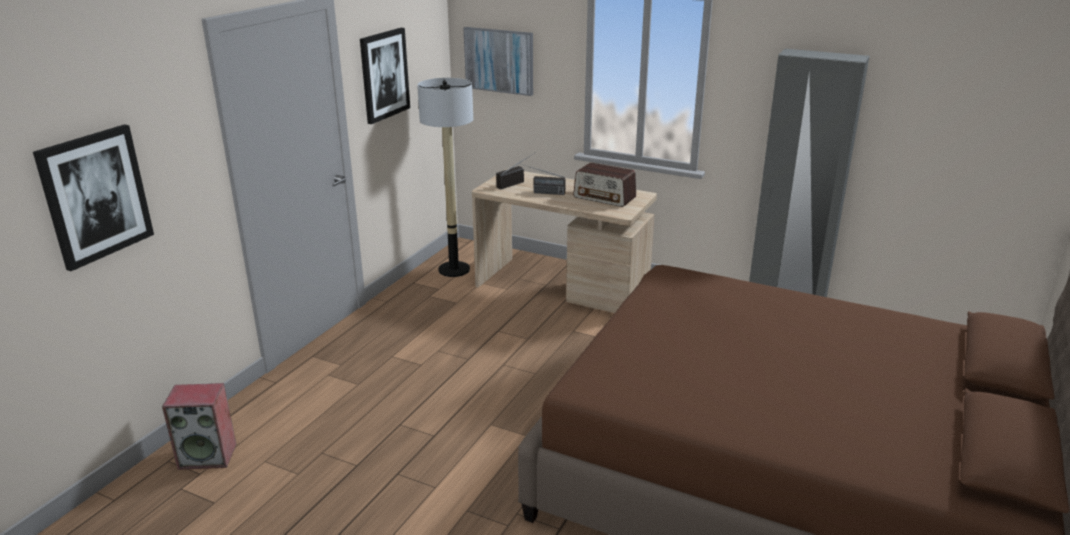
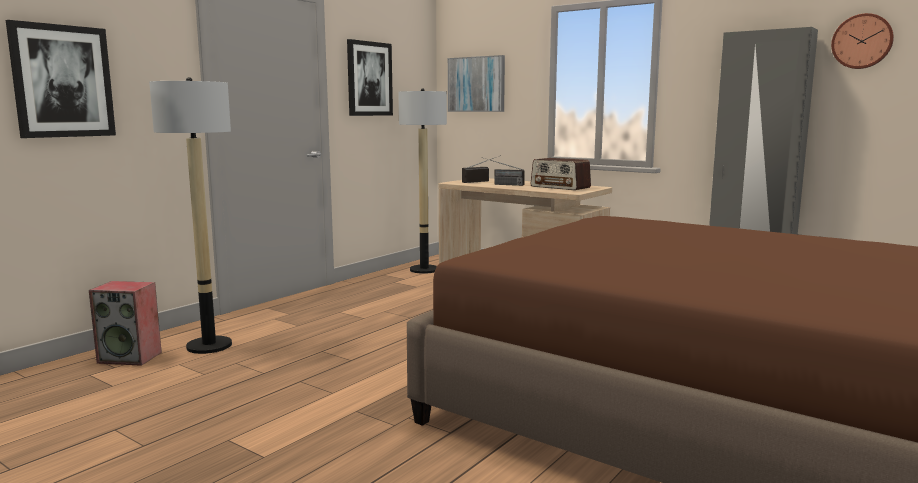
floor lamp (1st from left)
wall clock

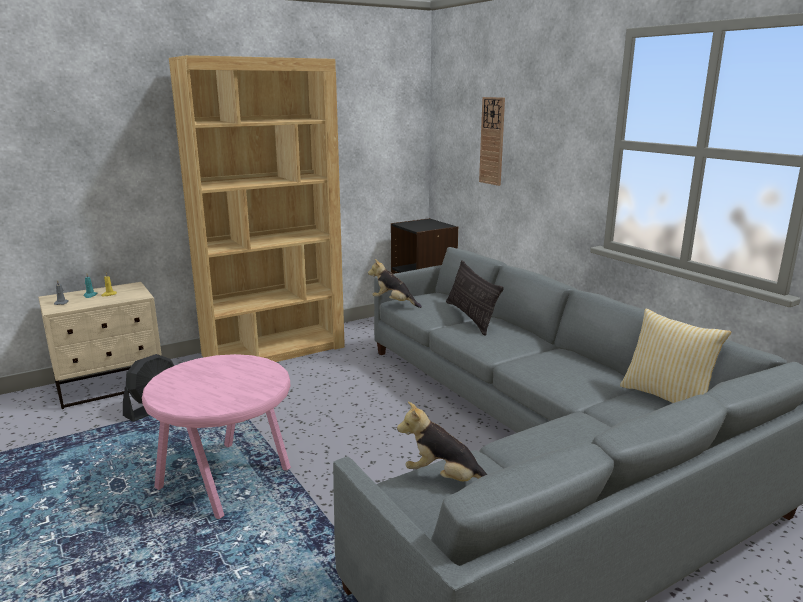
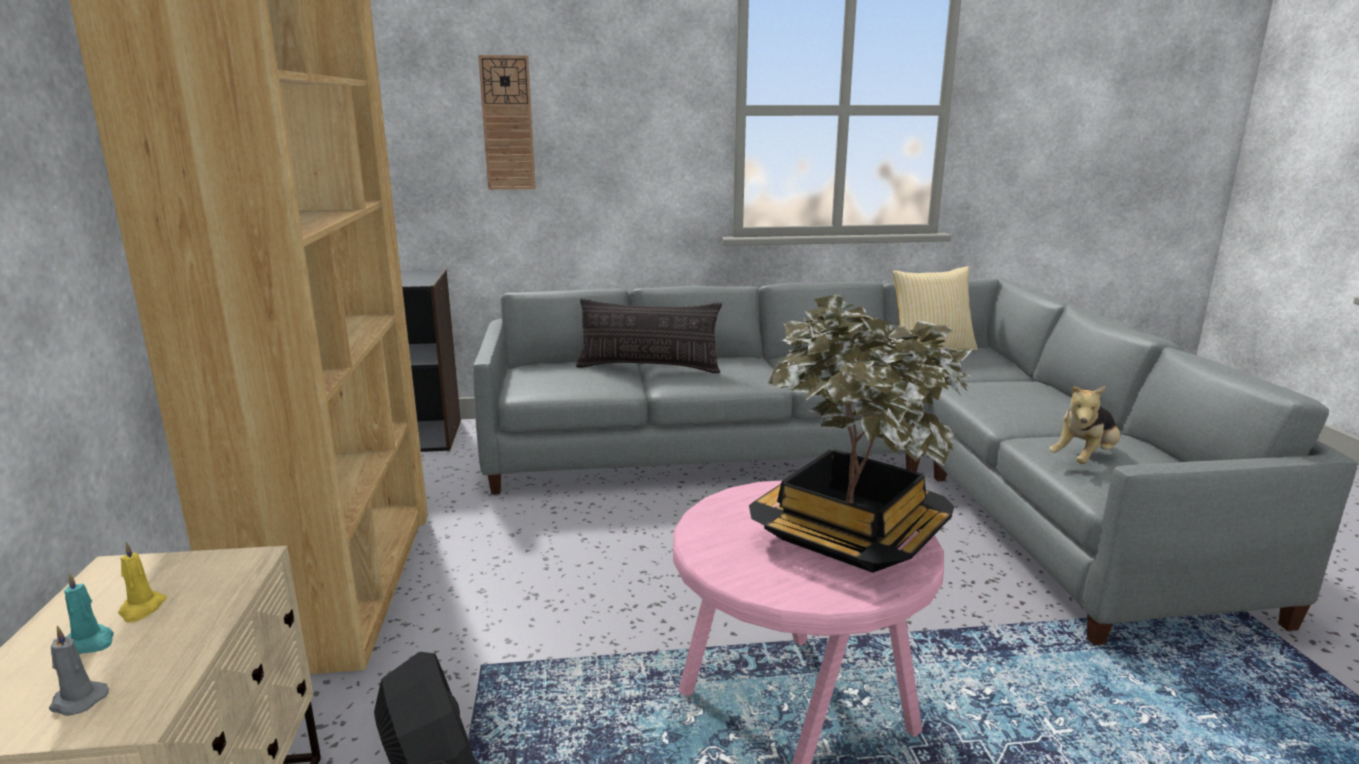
plush toy (1st from left in the first image)
potted plant

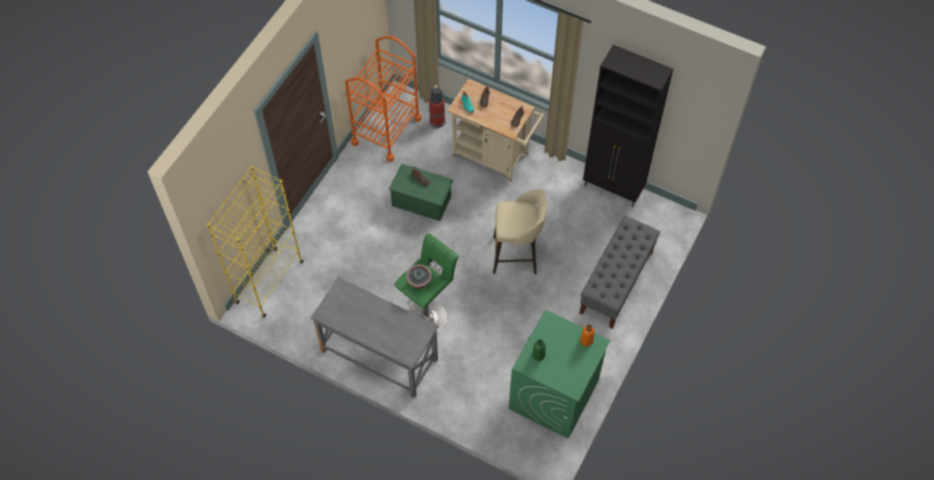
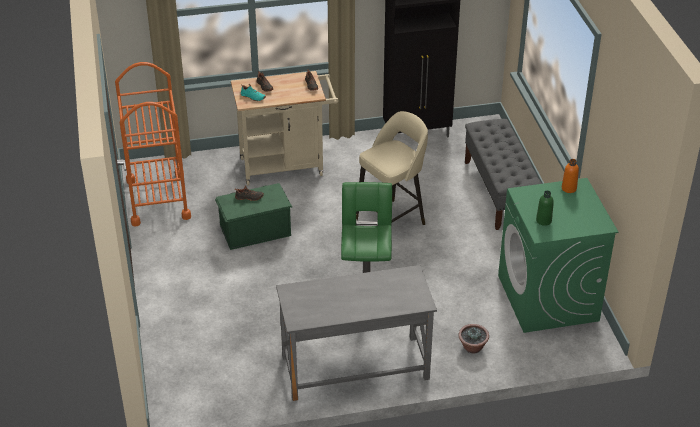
bookcase/yellow
fire extinguisher
potted plant

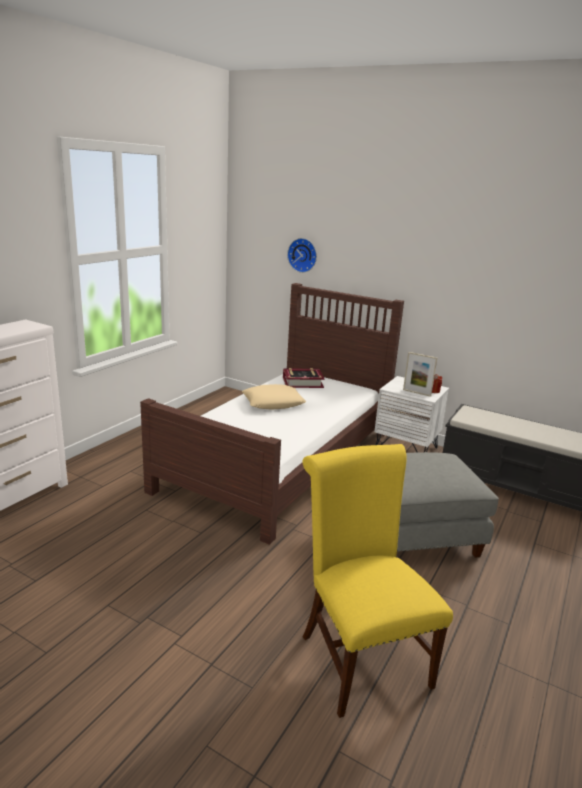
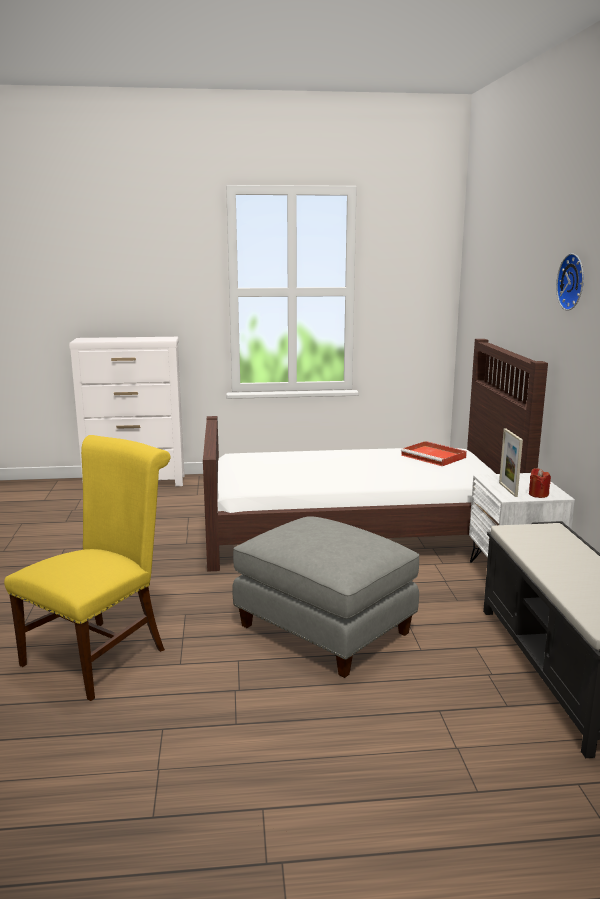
pillow/beige
wall clock
tray/red

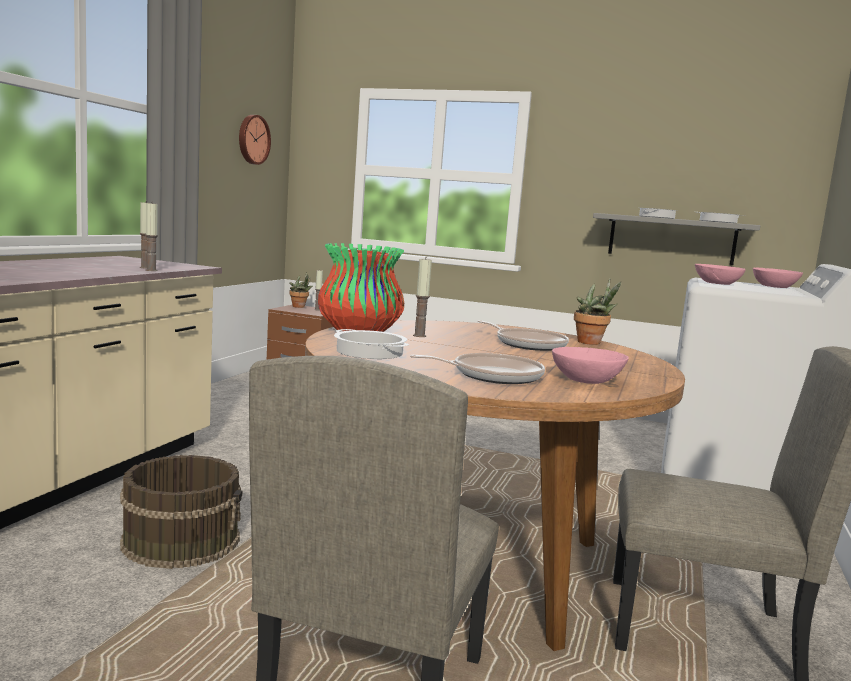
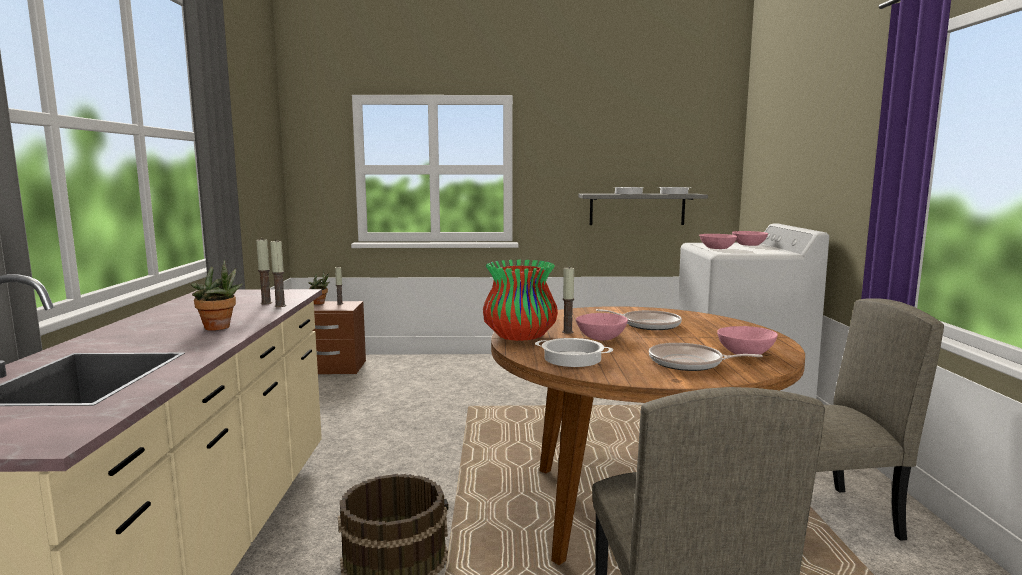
wall clock
bowl/pink (1st from left)
potted plant (1st from left)
frying pan (2nd from left)

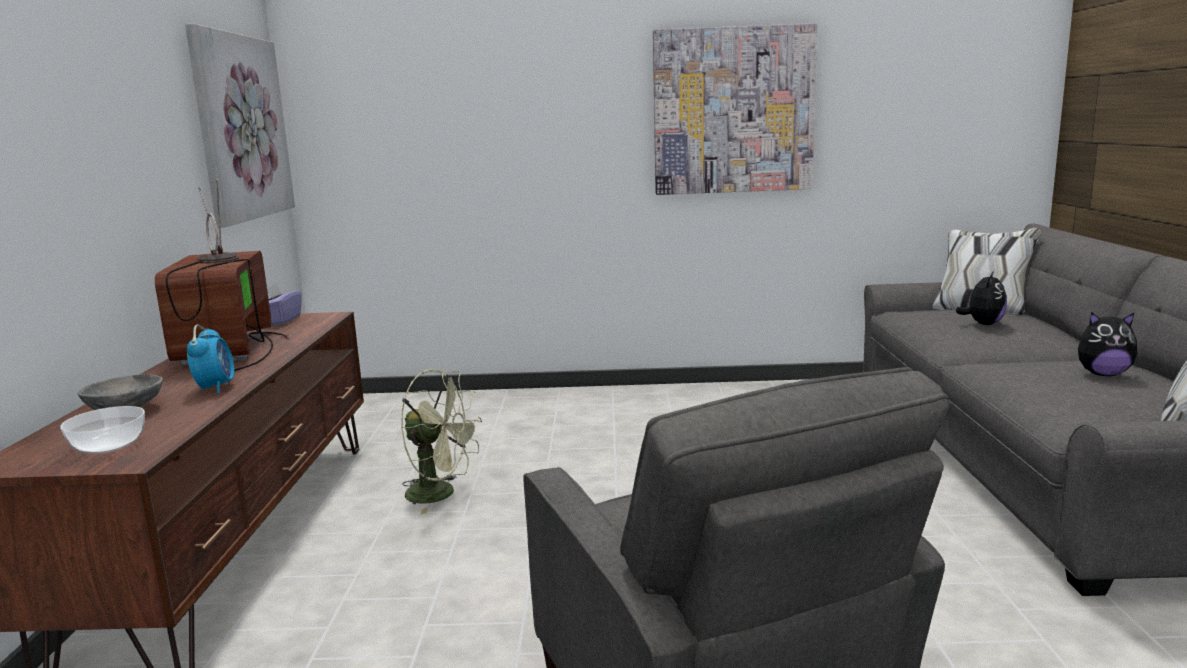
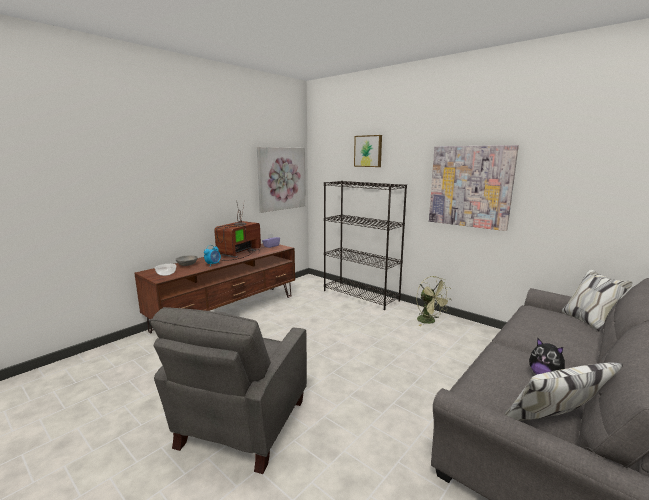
plush toy (1st from left in the first image)
bookcase/black
picture (2nd from left)
fan/green

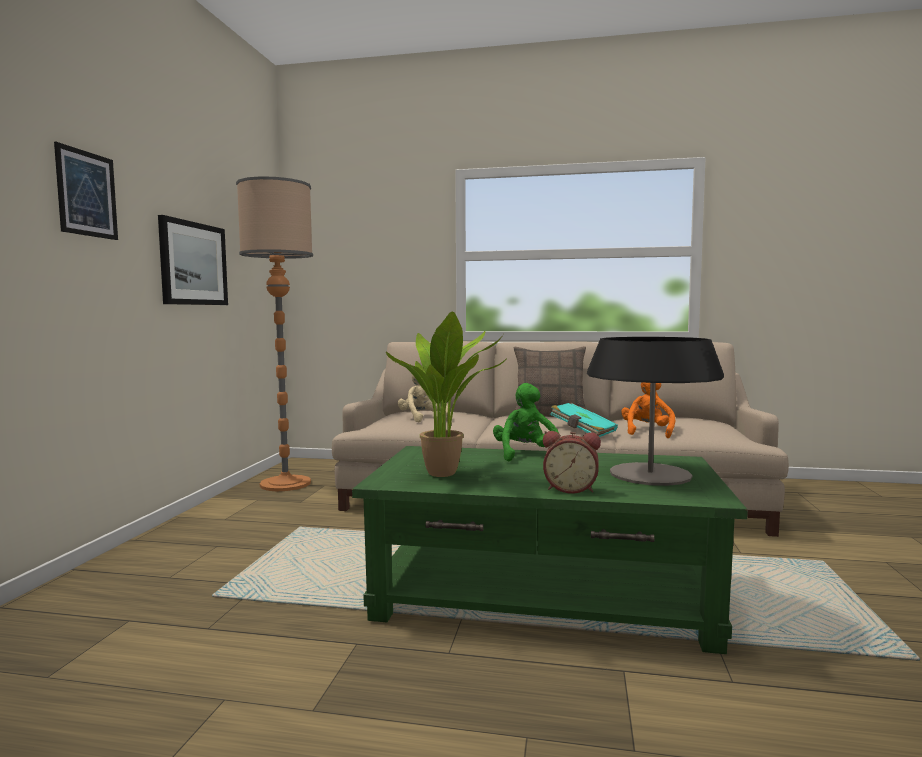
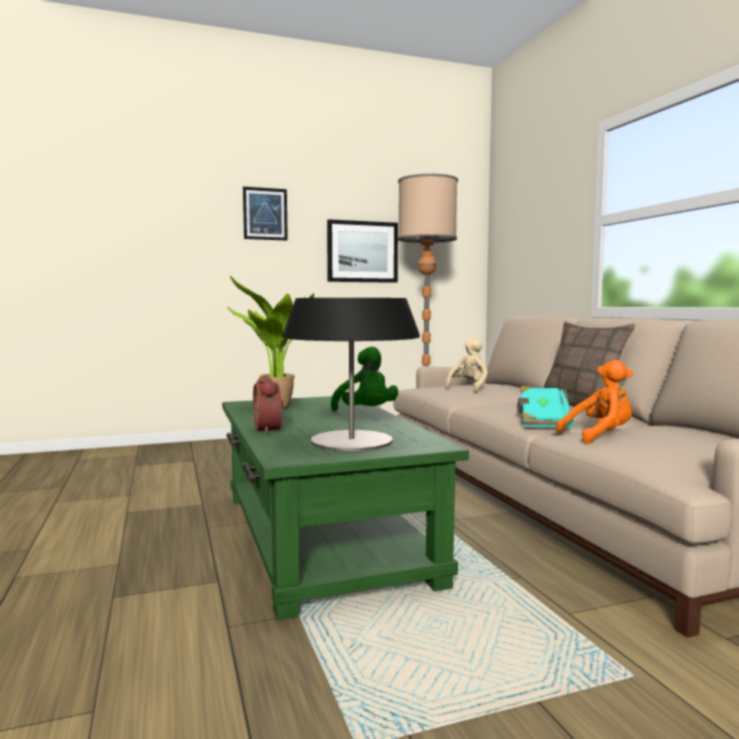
plush toy/green

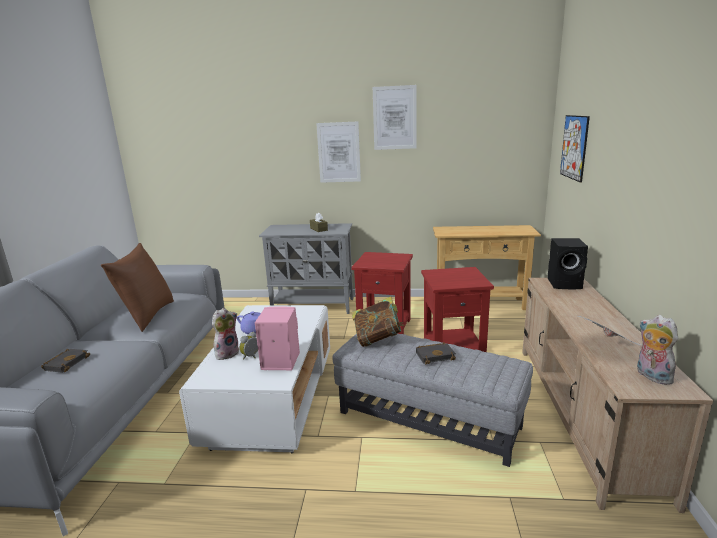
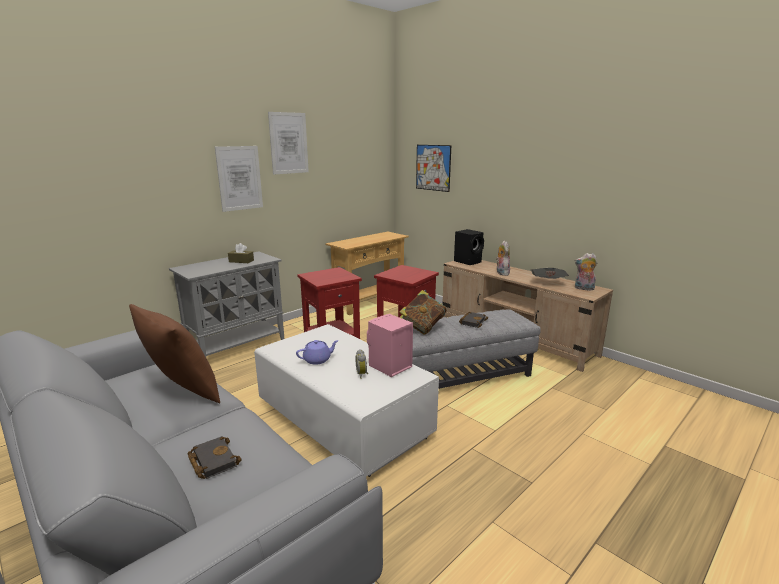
plush toy (1st from left)

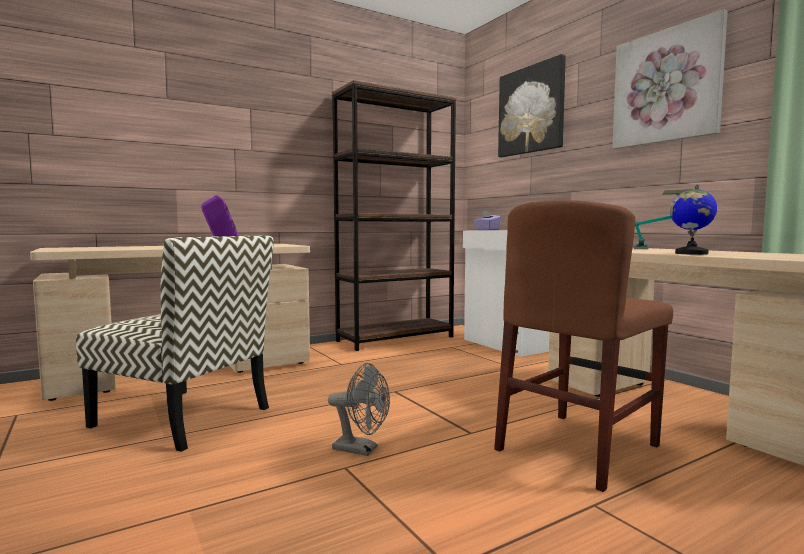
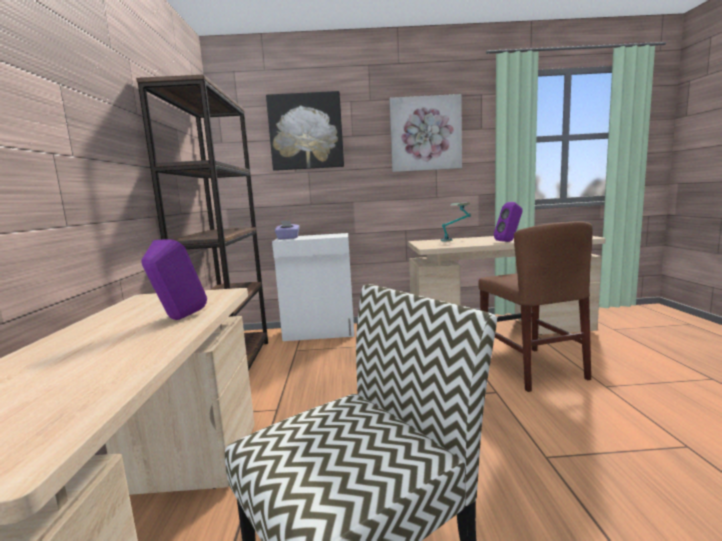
fan/grey
speaker/purple (2nd from left)

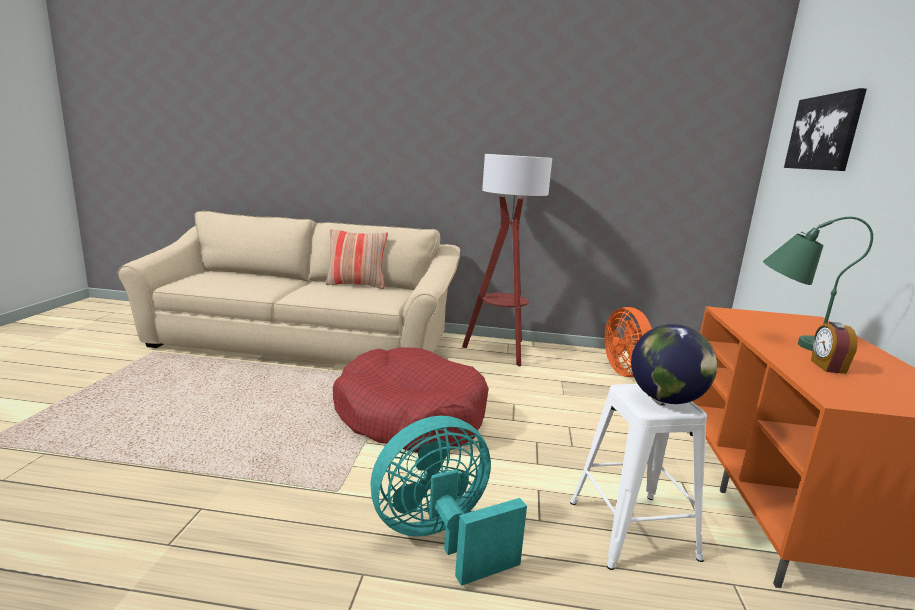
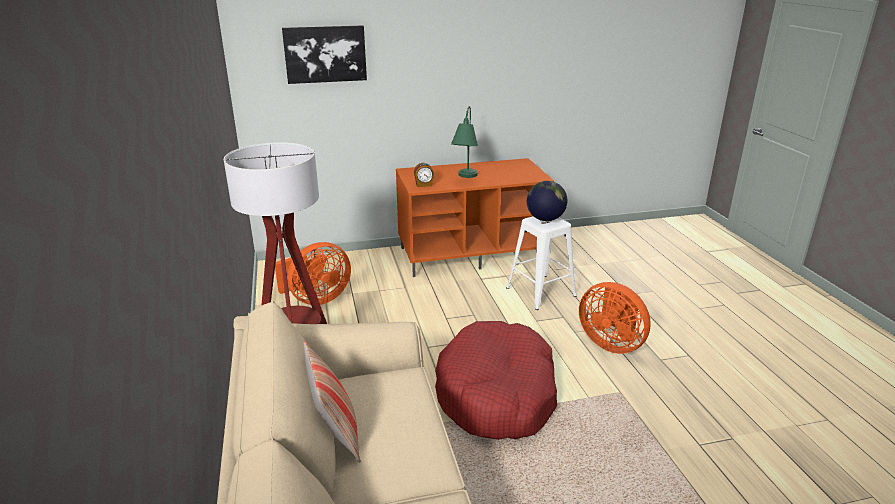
alarm clock
fan/orange (2nd from left)

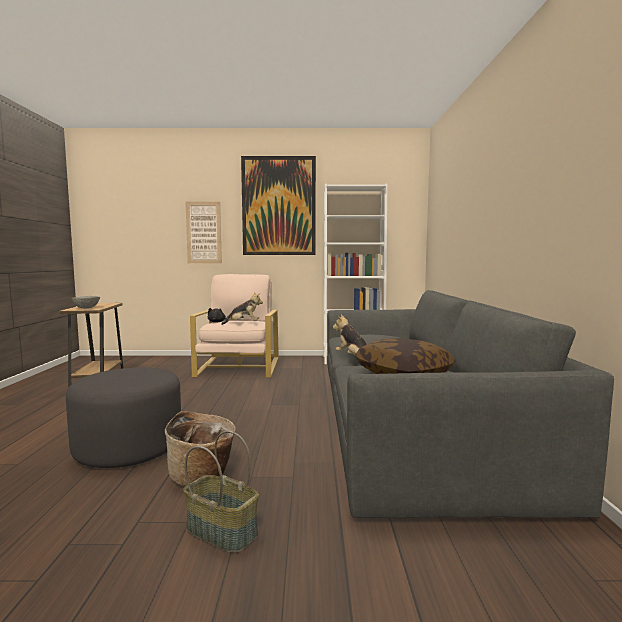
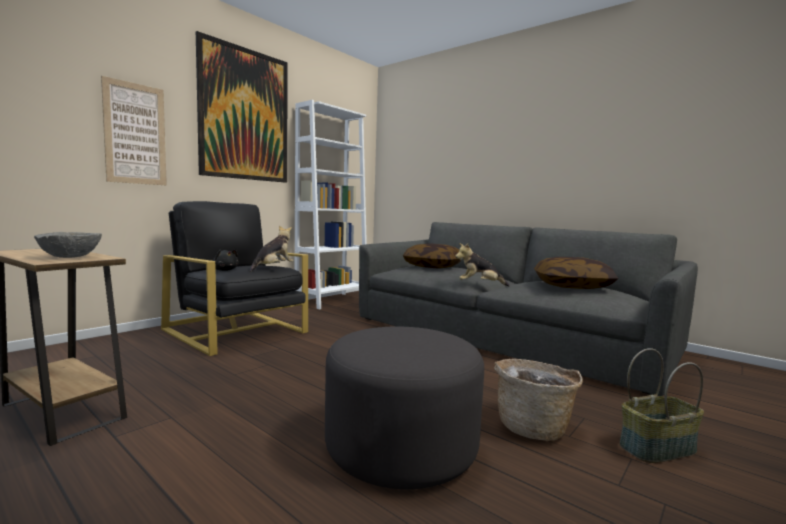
pillow (1st from left)
armchair/black

